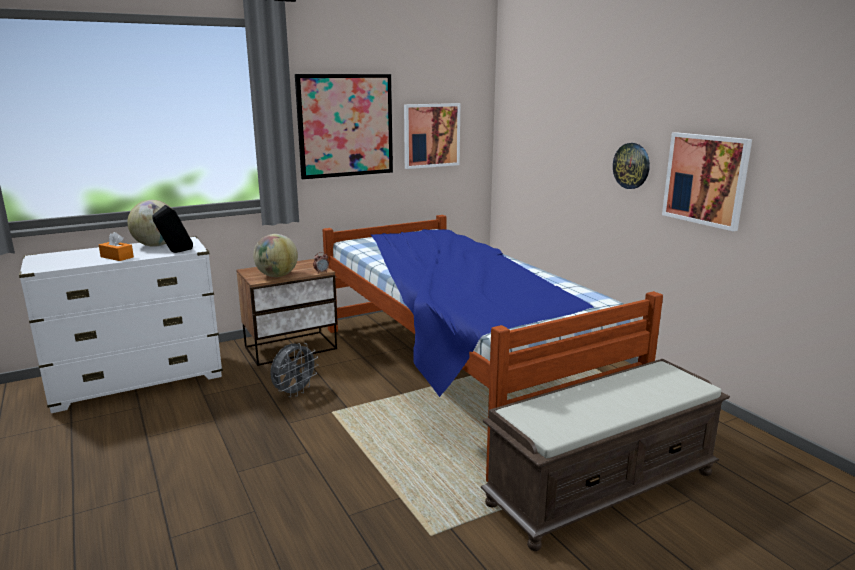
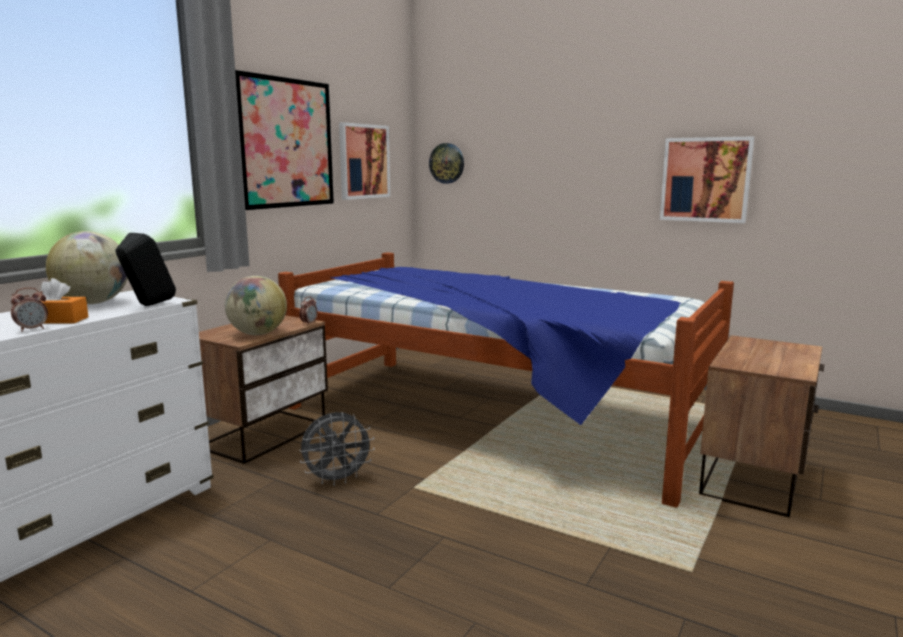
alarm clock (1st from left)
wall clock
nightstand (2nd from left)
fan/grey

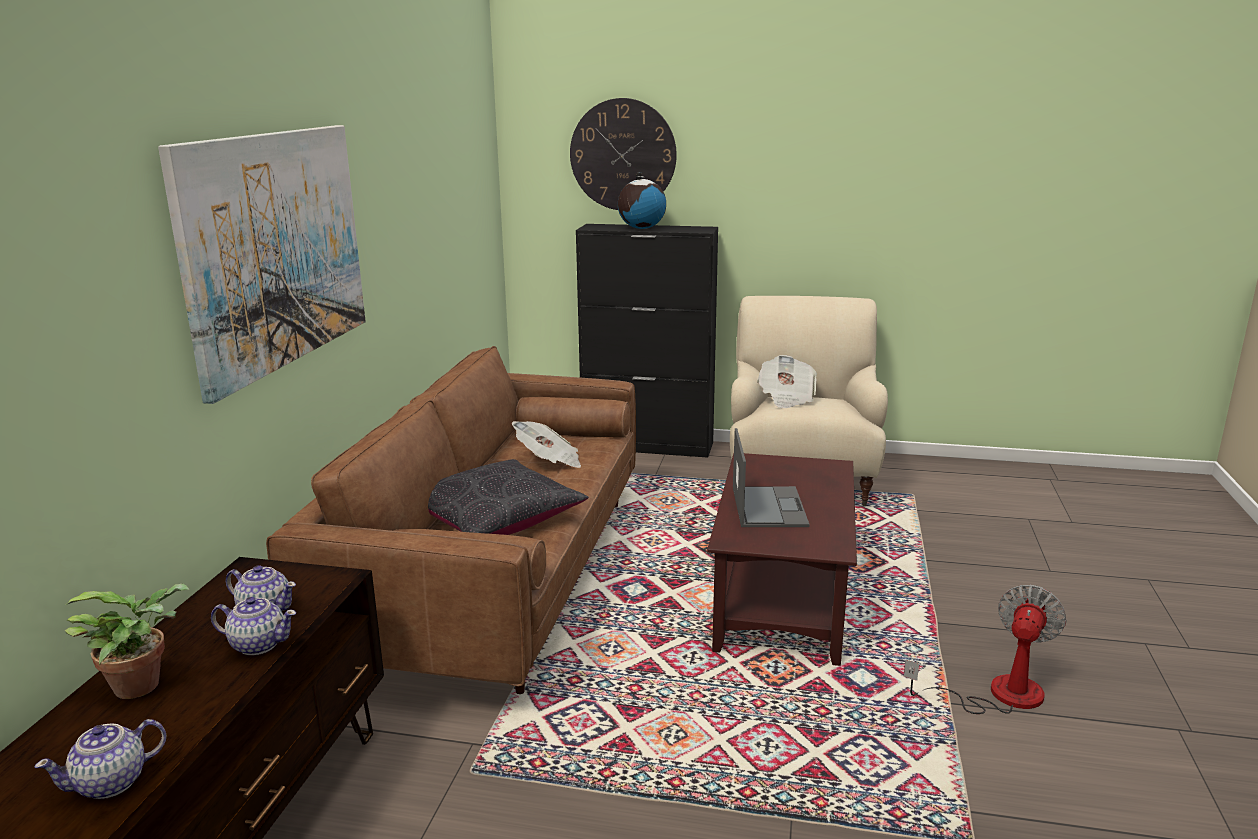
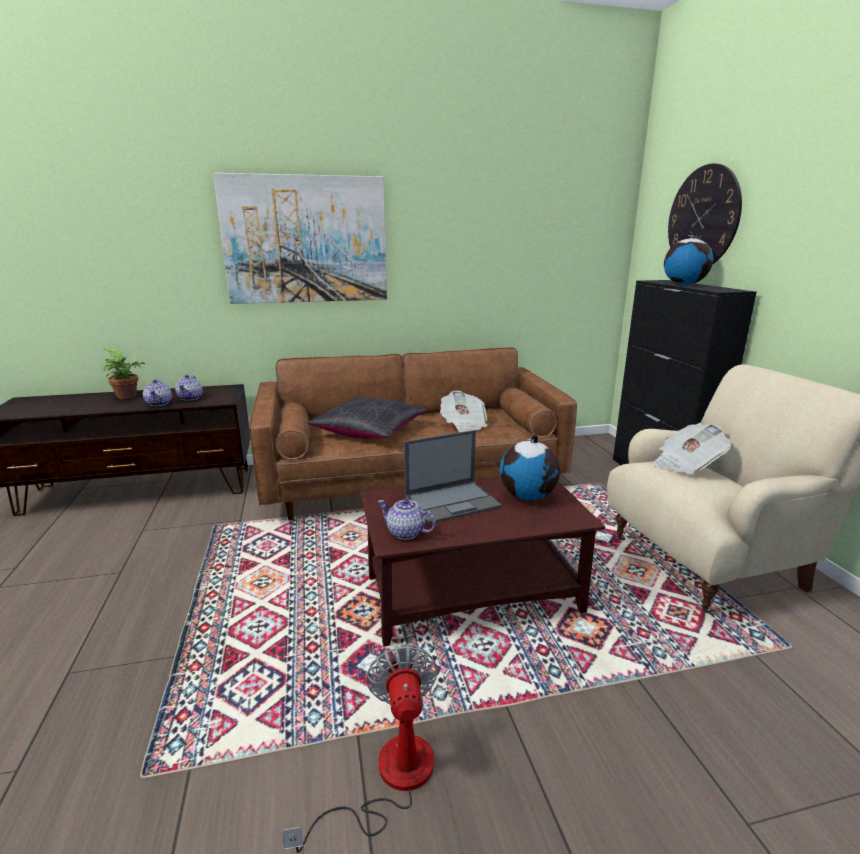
globe (1st from left)
teapot (3rd from left)
fan

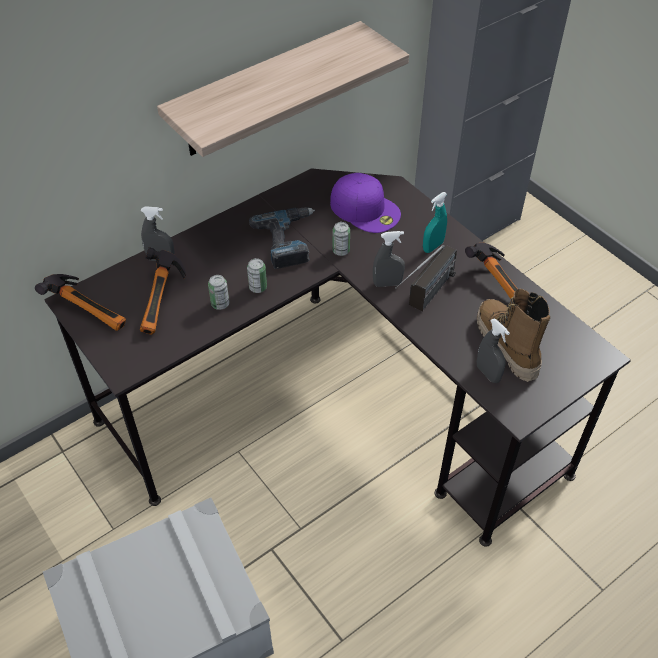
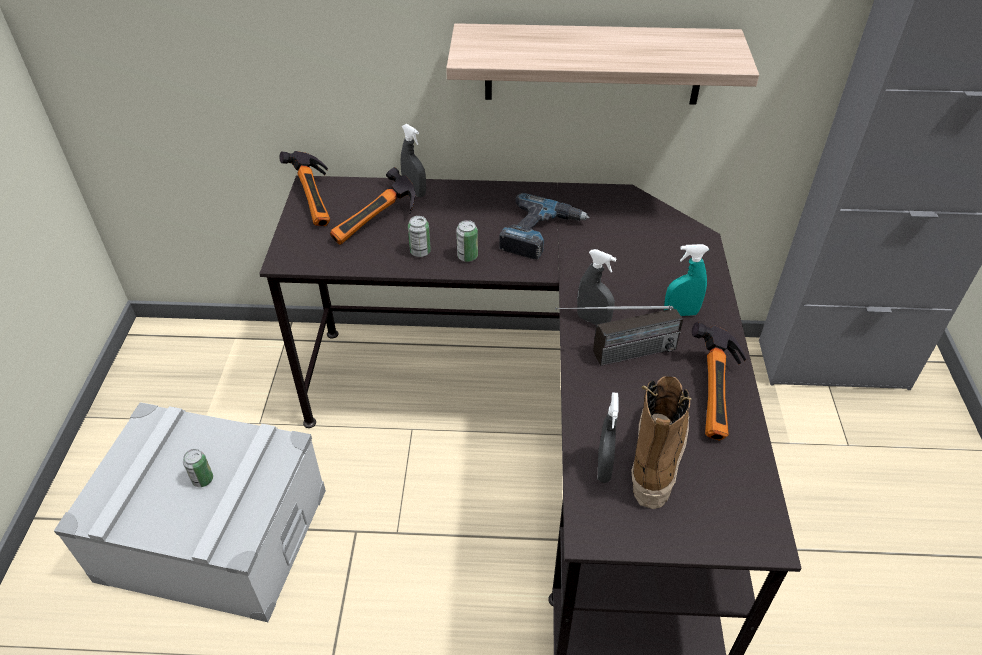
cap/purple
can (1st from left)

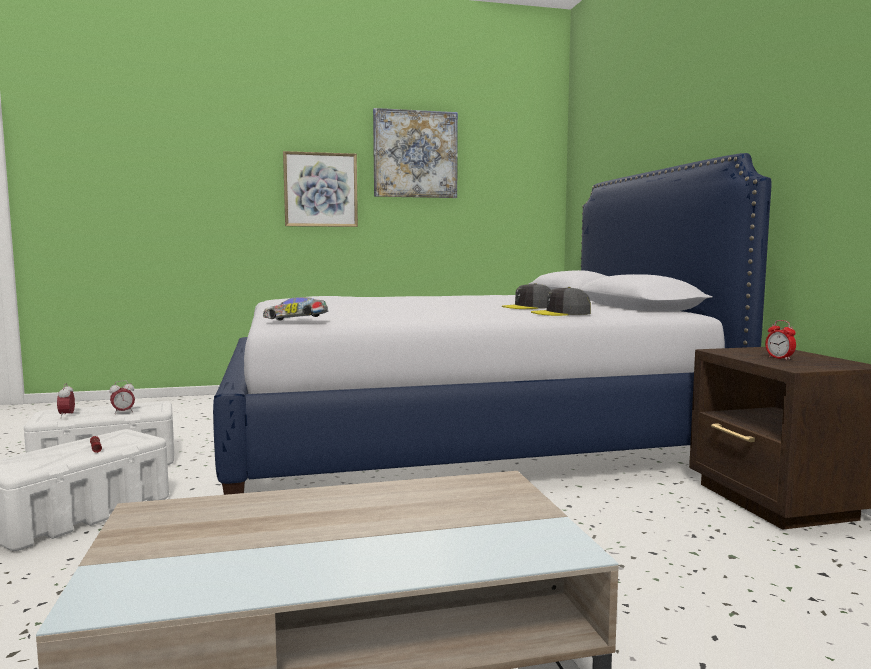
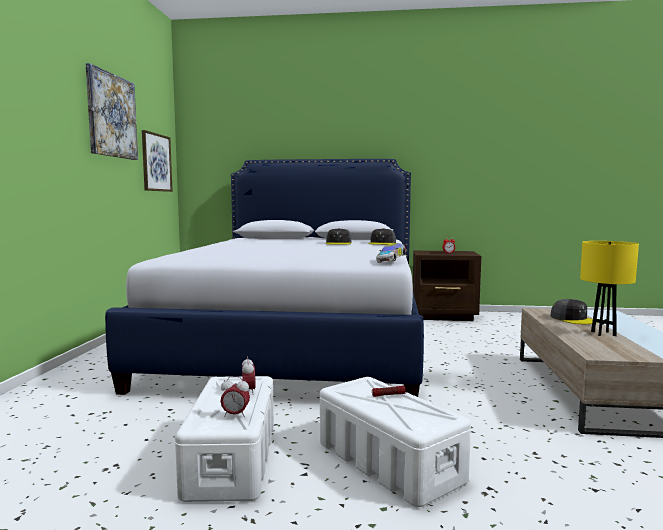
cap/grey (3rd from left)
table lamp/yellow
picture (2nd from left)

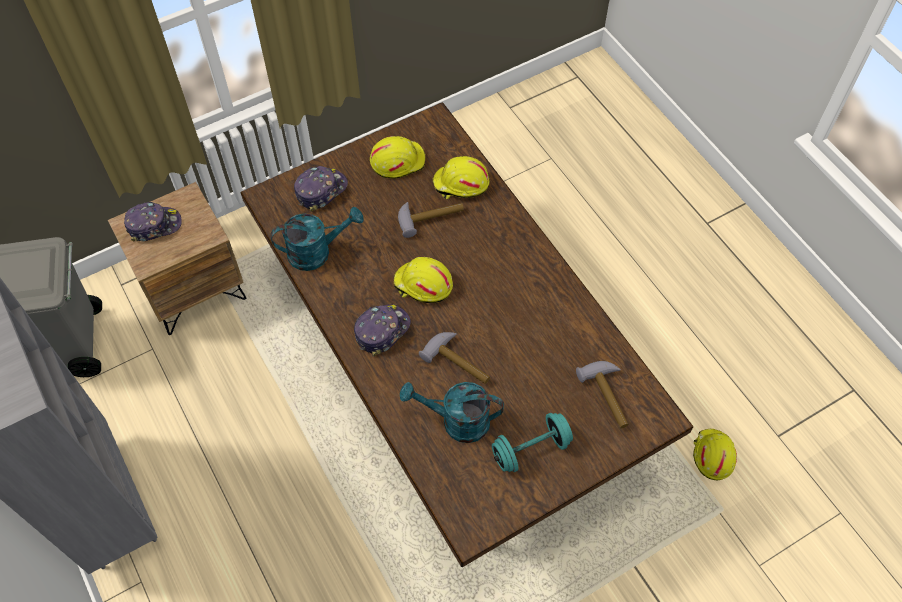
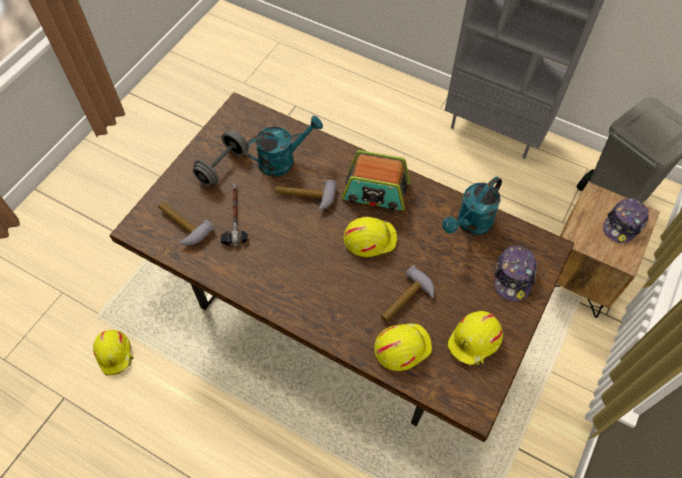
hammer (2nd from left)
radio
dumbbell/grey

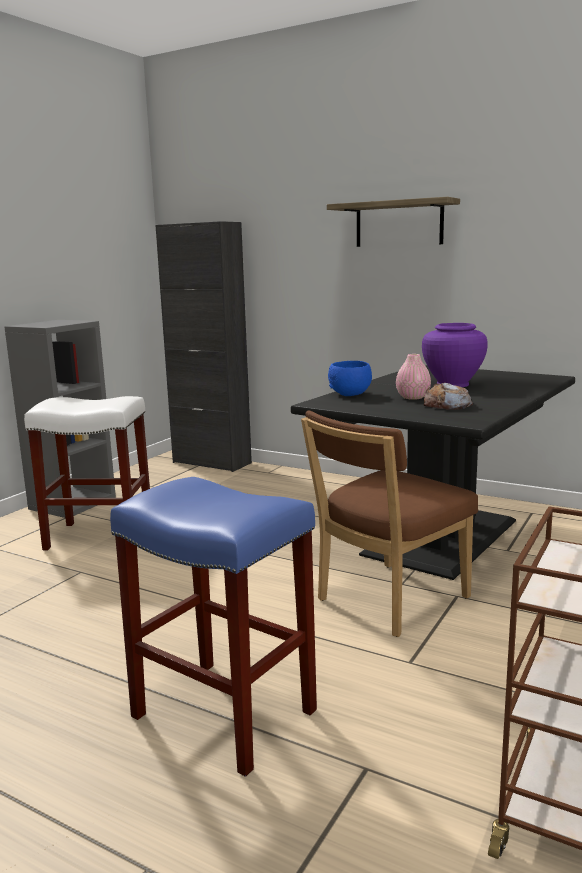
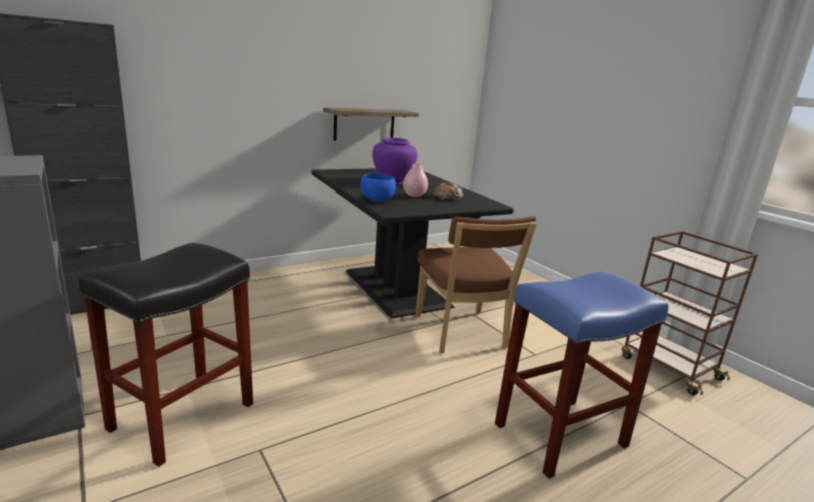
shelf
stool/black

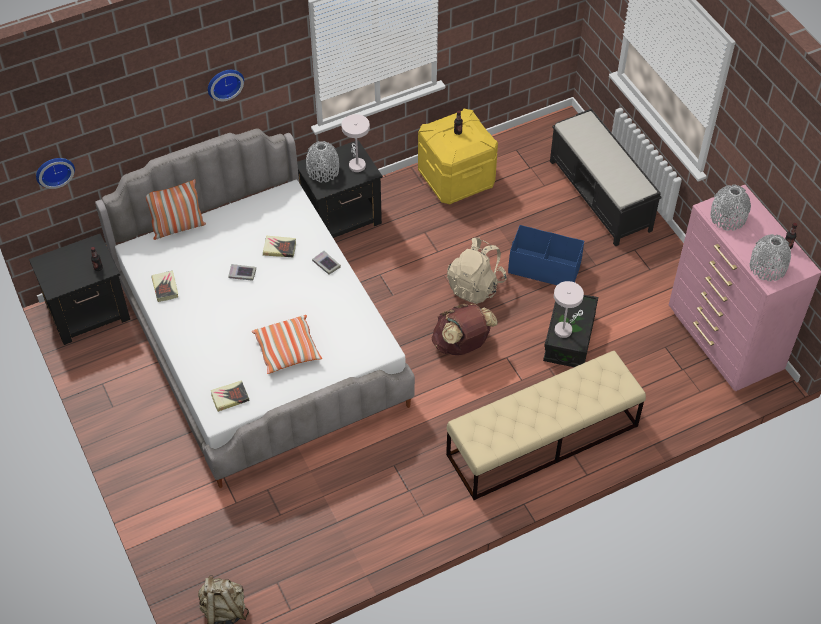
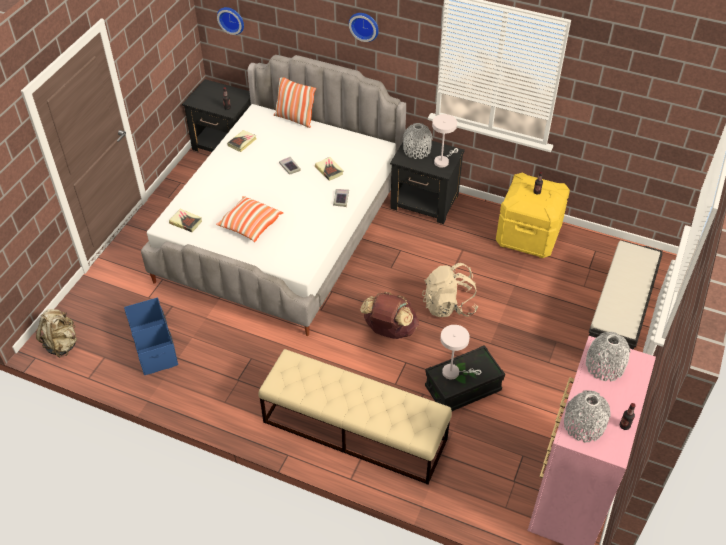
storage box/blue

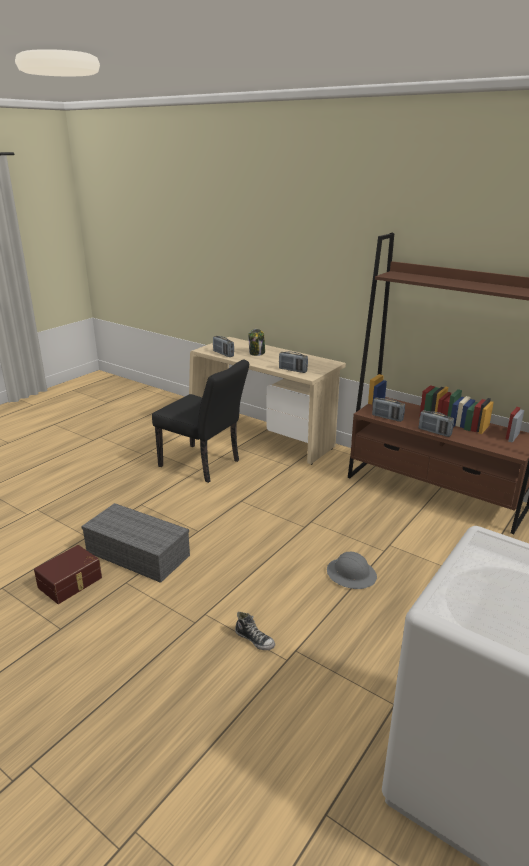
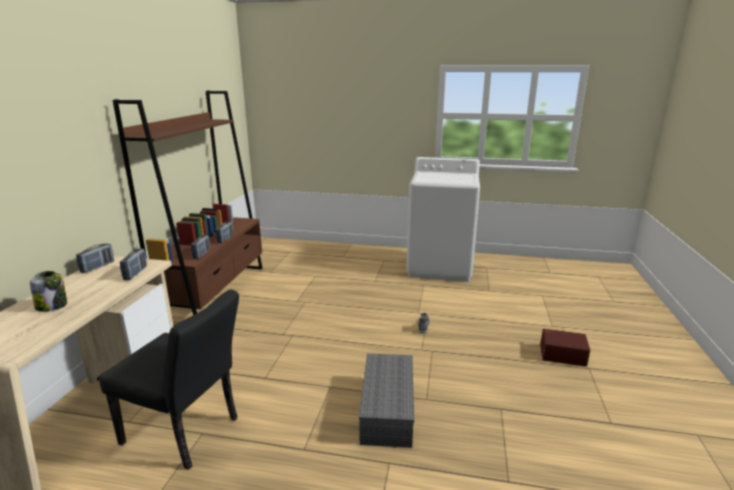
hard hat/grey
storage box/brown
radio (1st from left)
chair/black

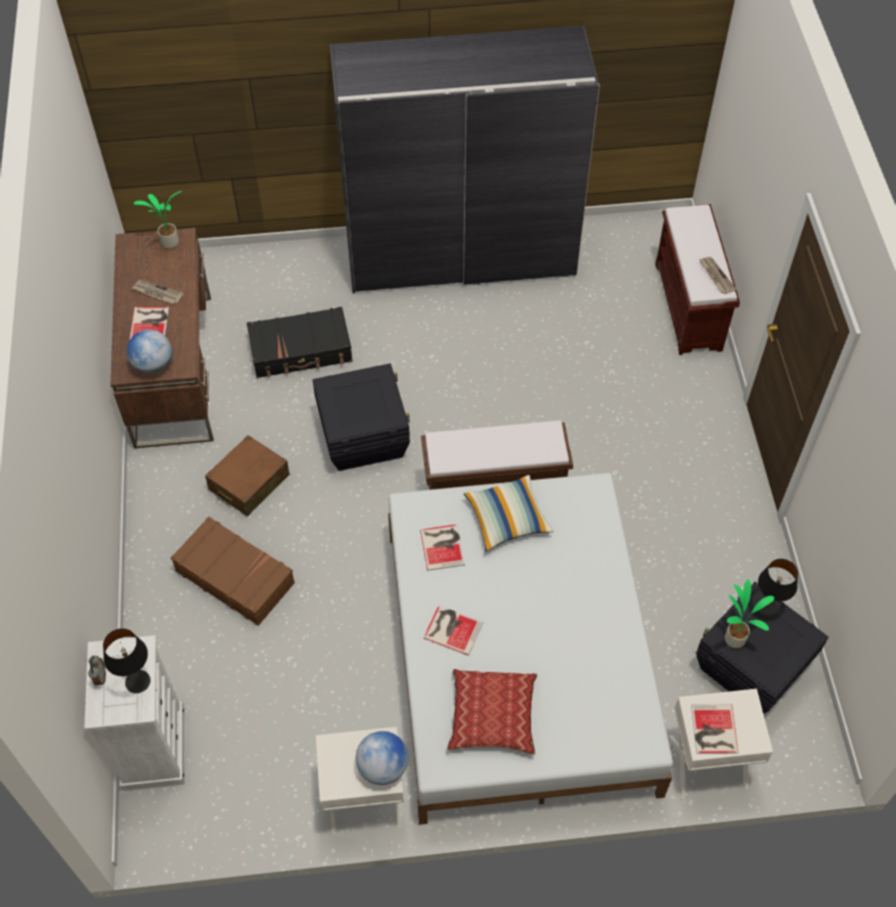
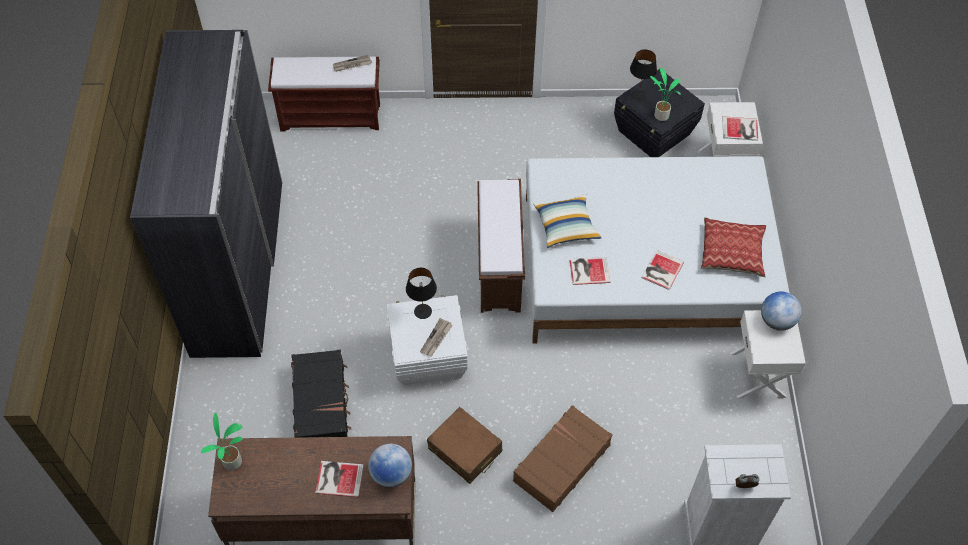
table lamp/black (1st from left)
newspaper (2nd from left)
storage box/white

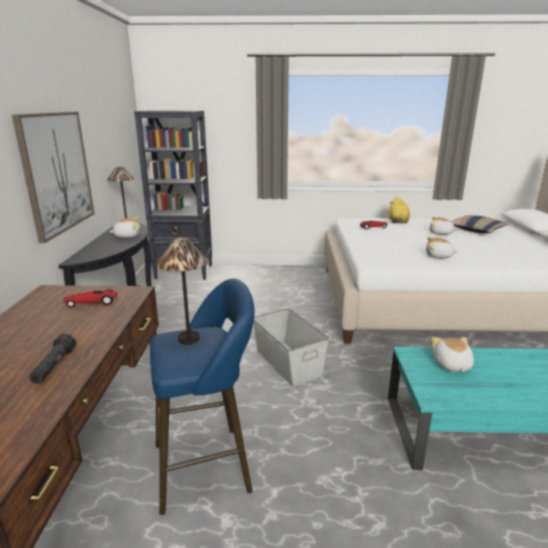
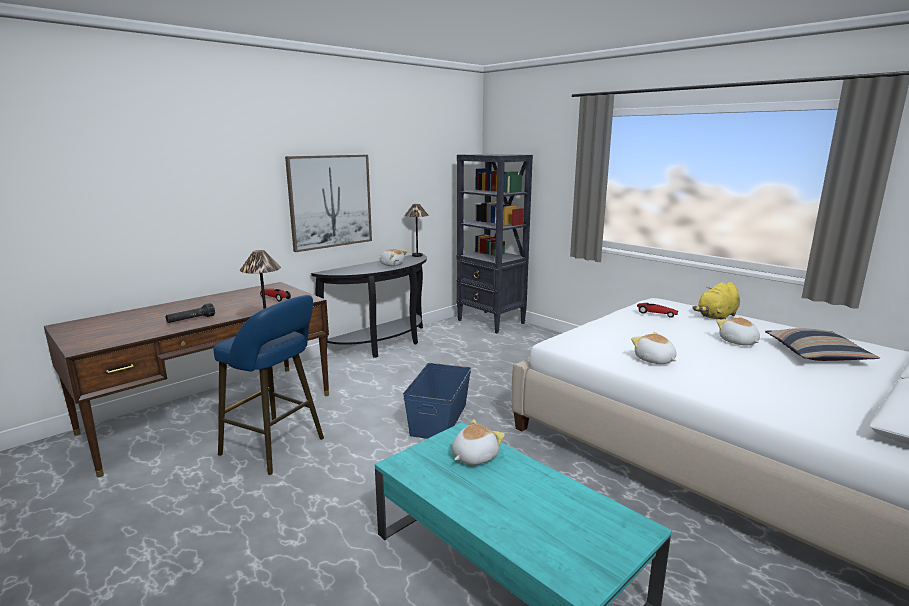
storage box/blue

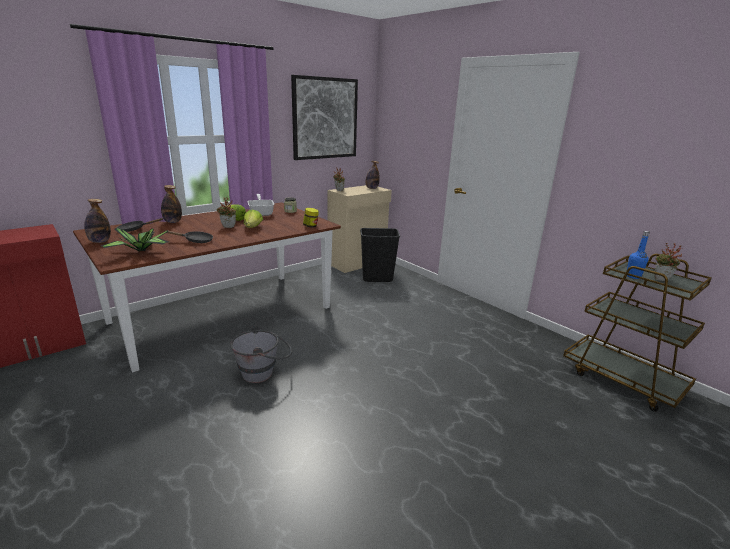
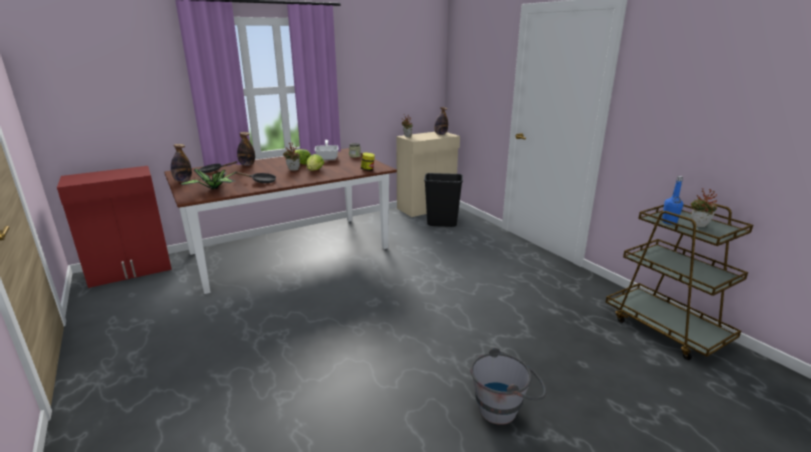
picture
bucket/grey

